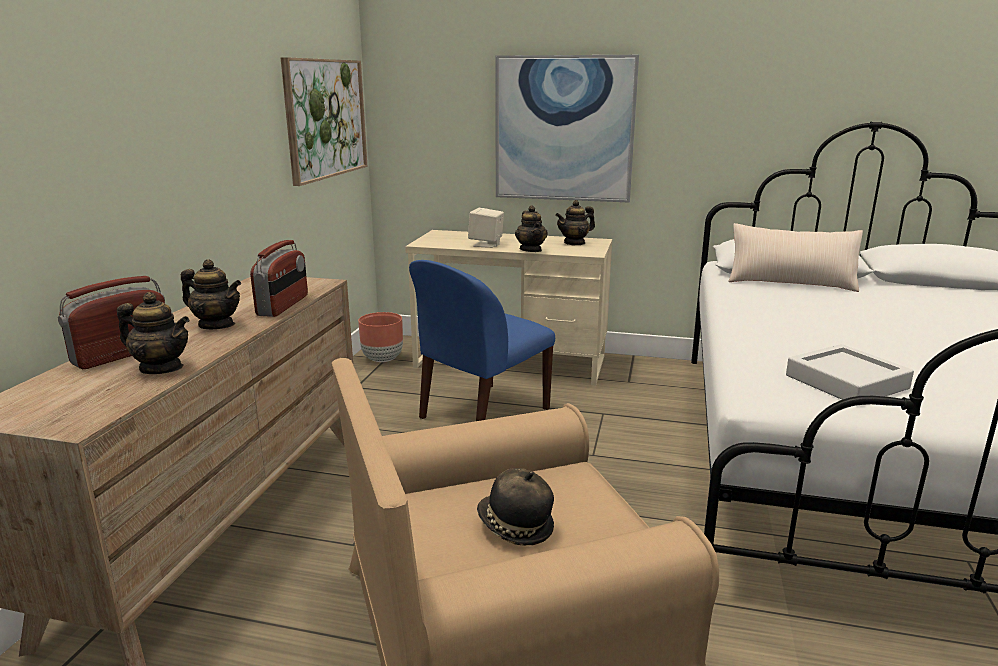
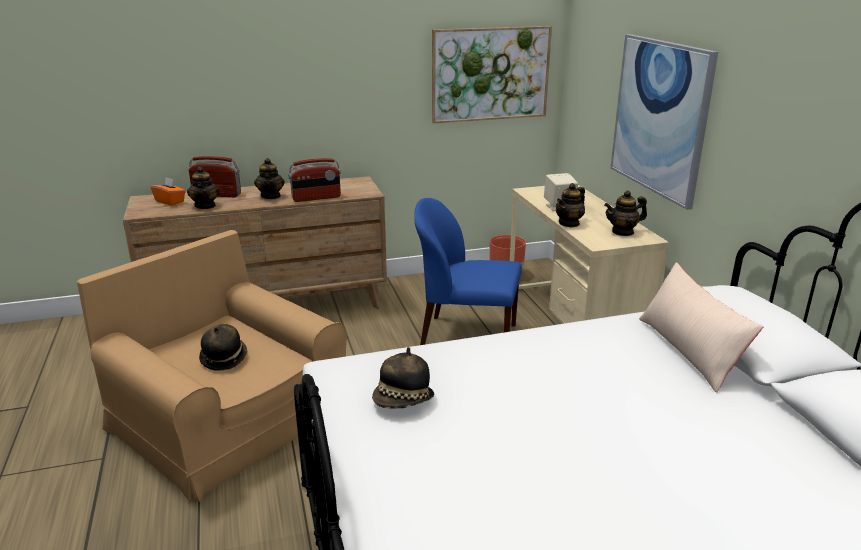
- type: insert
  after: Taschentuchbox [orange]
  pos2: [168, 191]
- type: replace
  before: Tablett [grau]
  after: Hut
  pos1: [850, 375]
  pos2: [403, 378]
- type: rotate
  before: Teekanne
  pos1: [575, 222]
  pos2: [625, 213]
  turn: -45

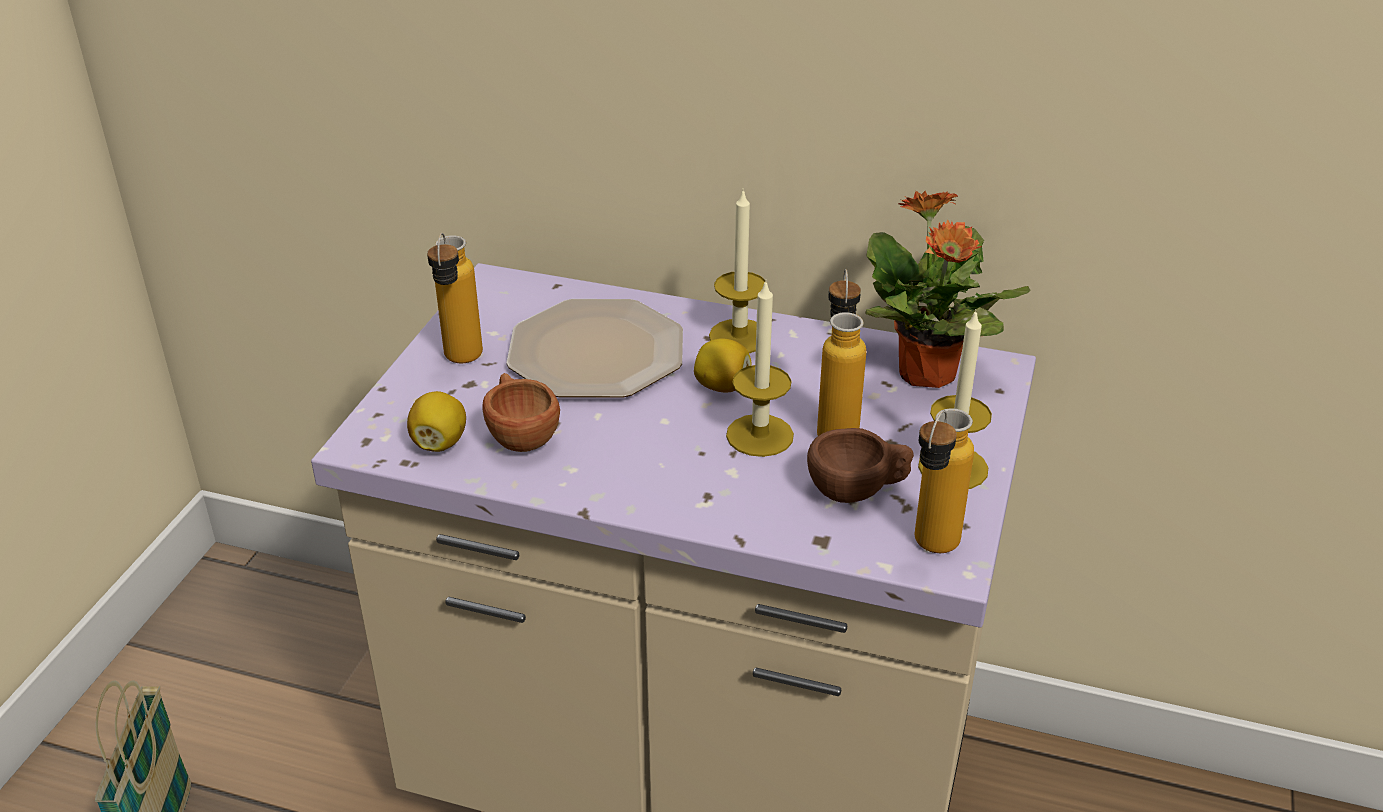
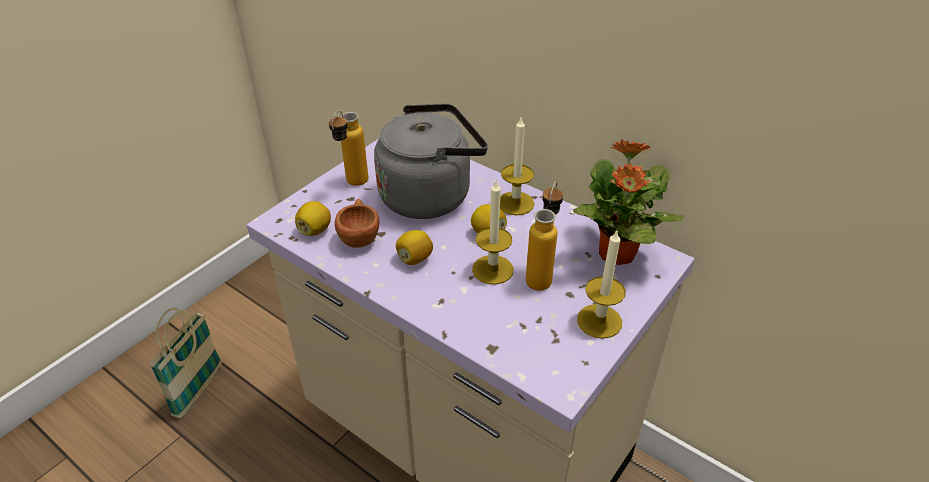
- type: delete
  before: Tasse [braun]
  pos1: [860, 465]
- type: delete
  before: Flasche
  pos1: [944, 480]
- type: insert
  after: Zitrone
  pos2: [414, 247]
- type: replace
  before: Teller
  after: Wasserkessel [grau]
  pos1: [594, 348]
  pos2: [431, 161]

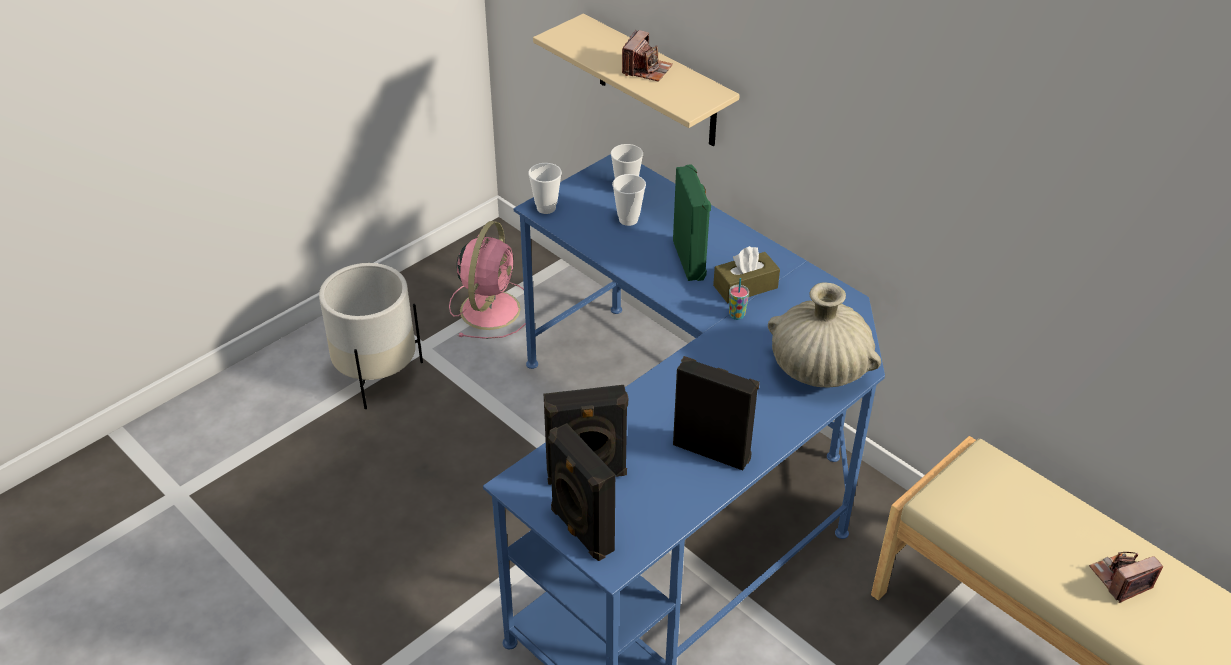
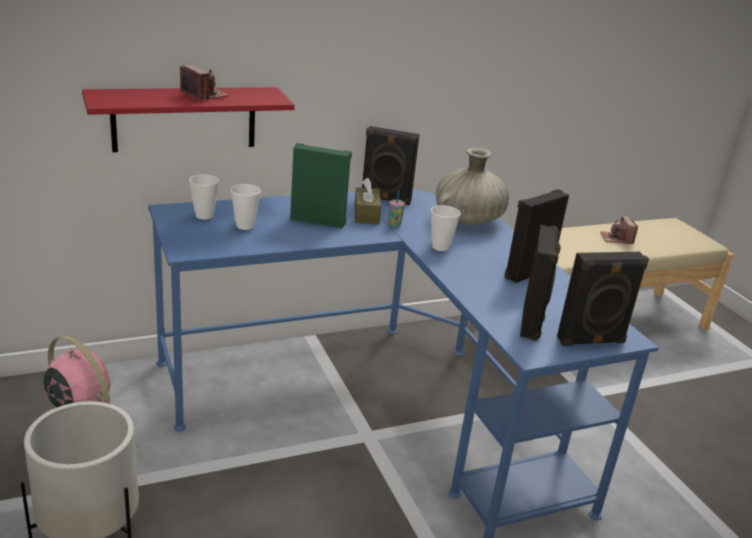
- type: insert
  after: Lautsprecher [schwarz]
  pos2: [391, 165]
- type: move
  before: Tasse
  pos1: [545, 188]
  pos2: [446, 228]
- type: recolor
  before: Wandregal [beige]
  after: Wandregal [rot]
  pos1: [636, 80]
  pos2: [188, 119]

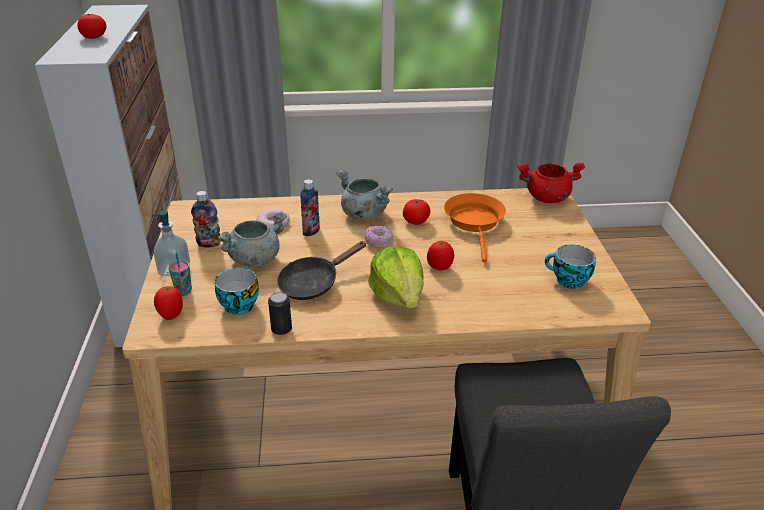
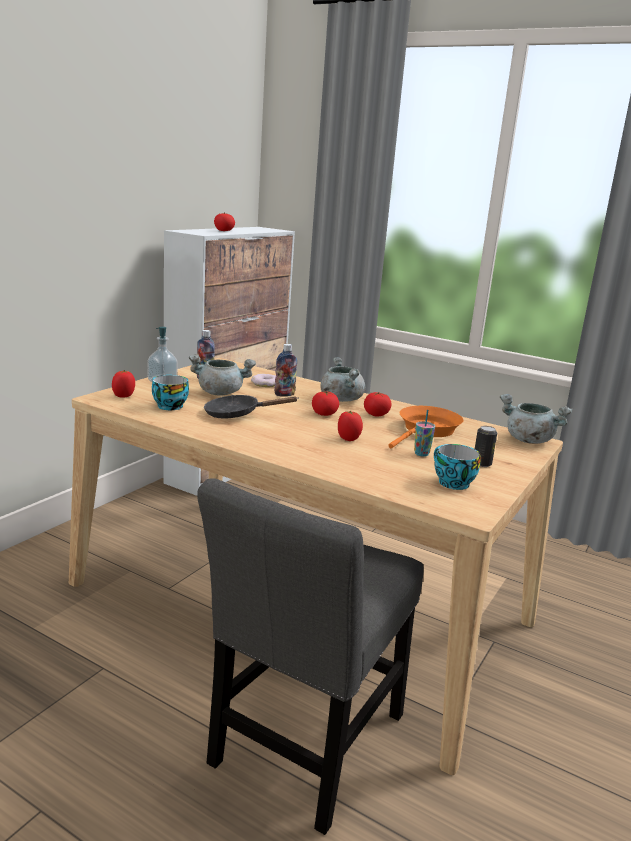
- type: delete
  before: Salatkopf
  pos1: [396, 277]
- type: move
  before: Tasse
  pos1: [180, 274]
  pos2: [424, 433]
- type: move
  before: Dose
  pos1: [280, 313]
  pos2: [486, 446]
- type: replace
  before: Donut
  after: Tomate
  pos1: [379, 237]
  pos2: [325, 403]
- type: recolor
  before: Kochtopf [rot]
  after: Kochtopf [grau]
  pos1: [551, 183]
  pos2: [536, 419]

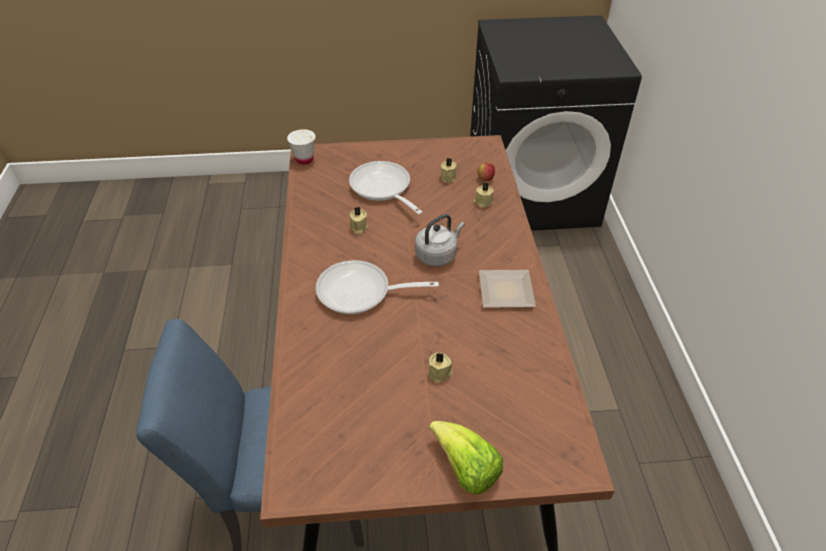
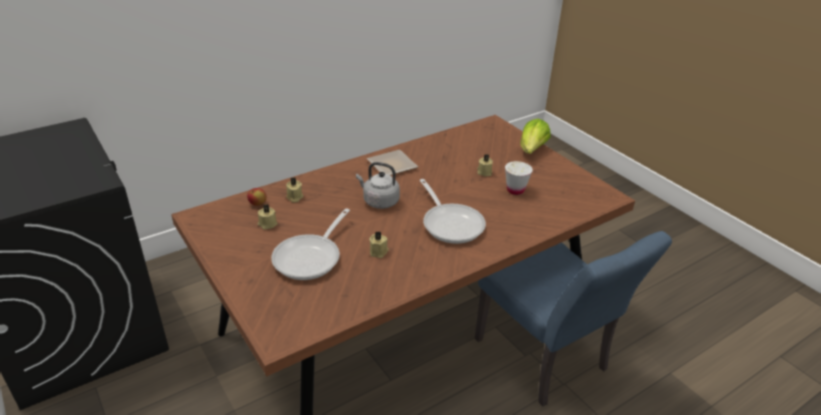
- type: move
  before: Tasse [weiß]
  pos1: [301, 146]
  pos2: [519, 178]

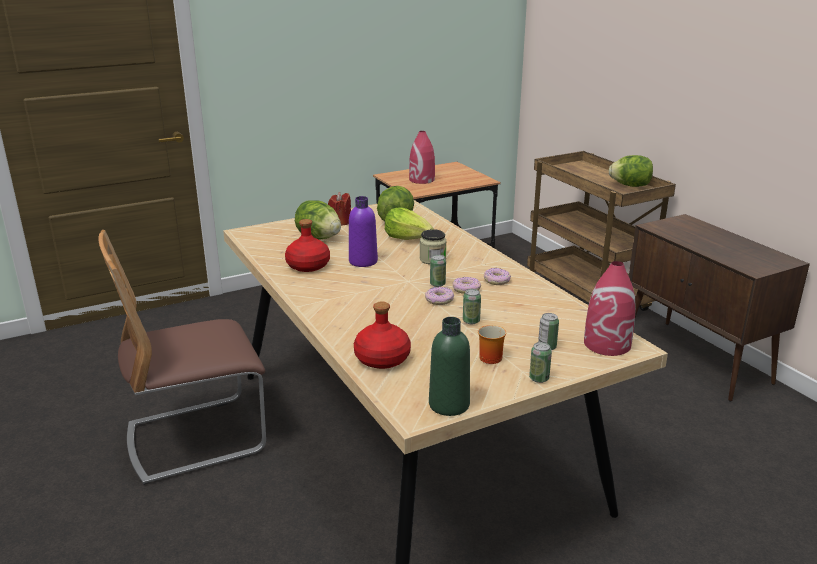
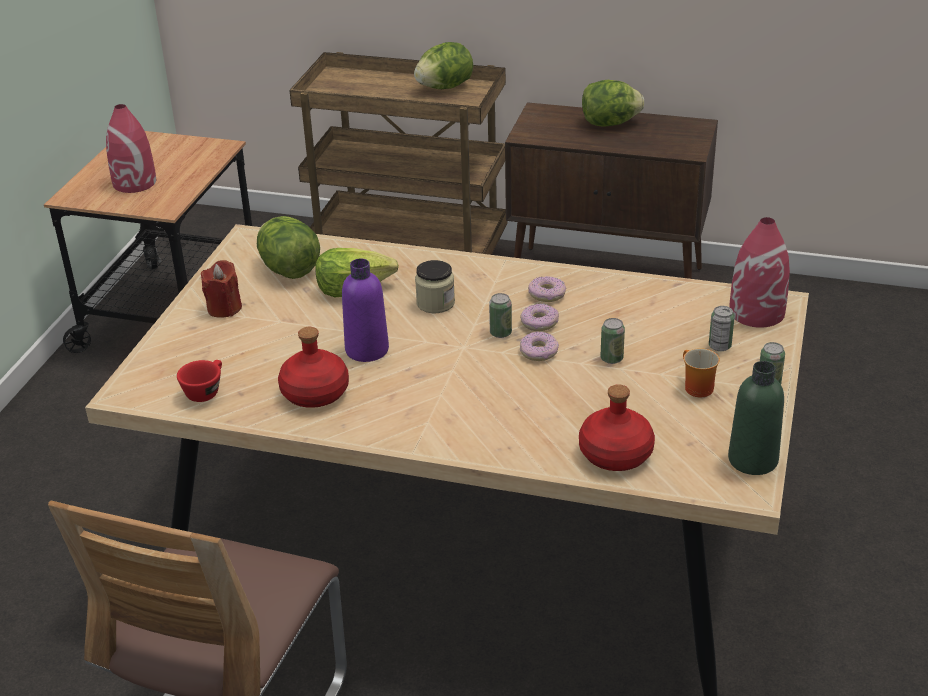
- type: insert
  after: Tasse [rot]
  pos2: [199, 381]
- type: move
  before: Salatkopf
  pos1: [318, 220]
  pos2: [613, 103]

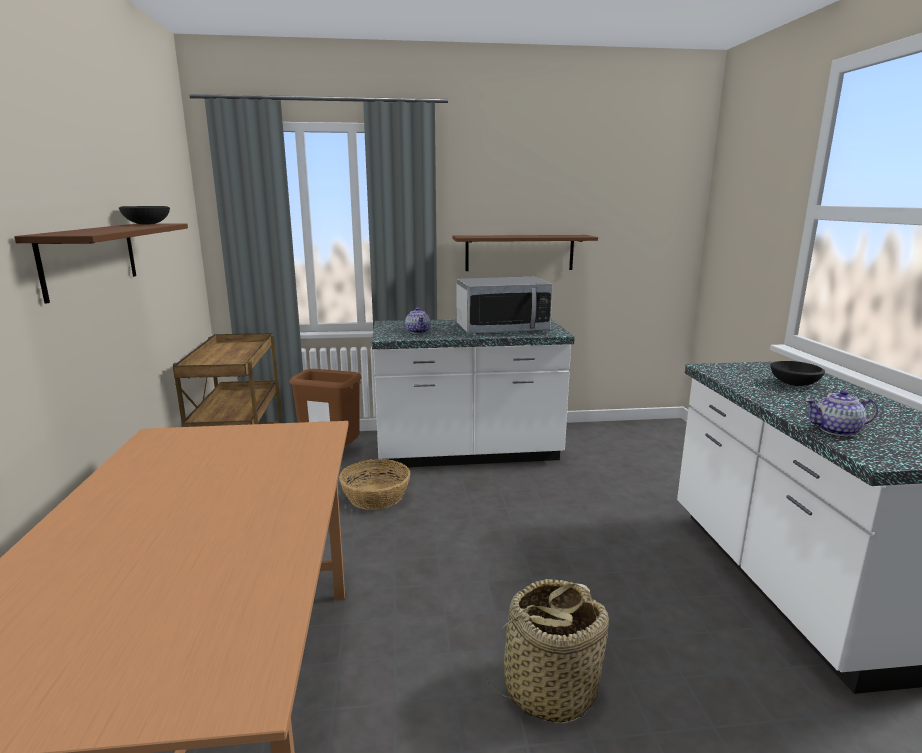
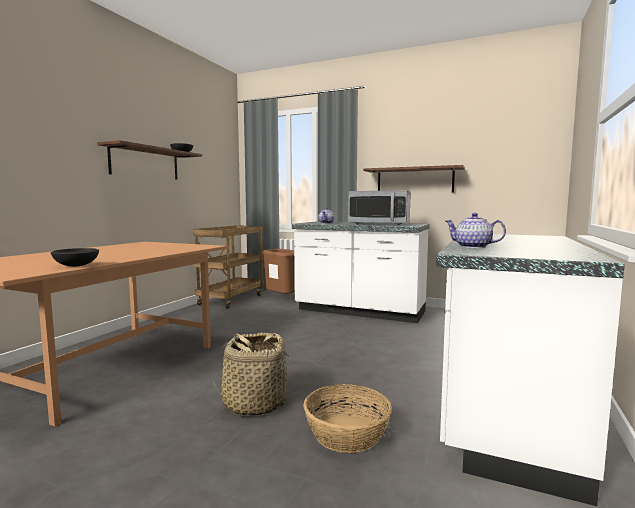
- type: move
  before: Korb
  pos1: [374, 484]
  pos2: [348, 418]
- type: move
  before: Schüssel [schwarz]
  pos1: [797, 373]
  pos2: [75, 257]

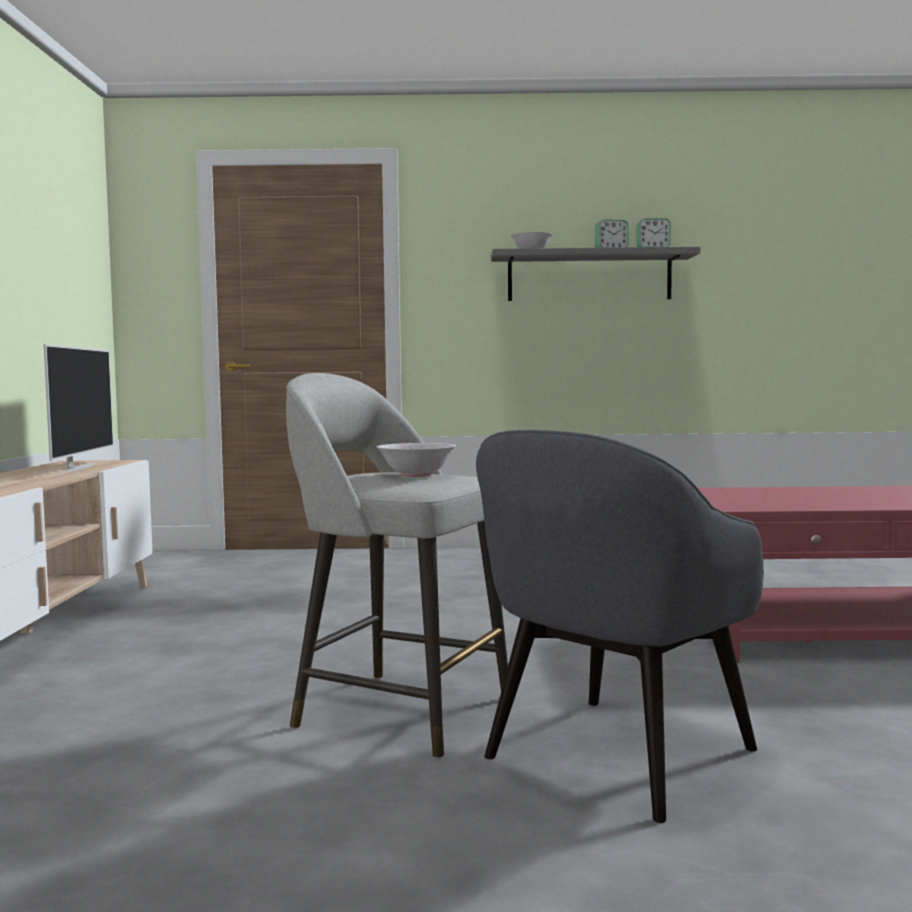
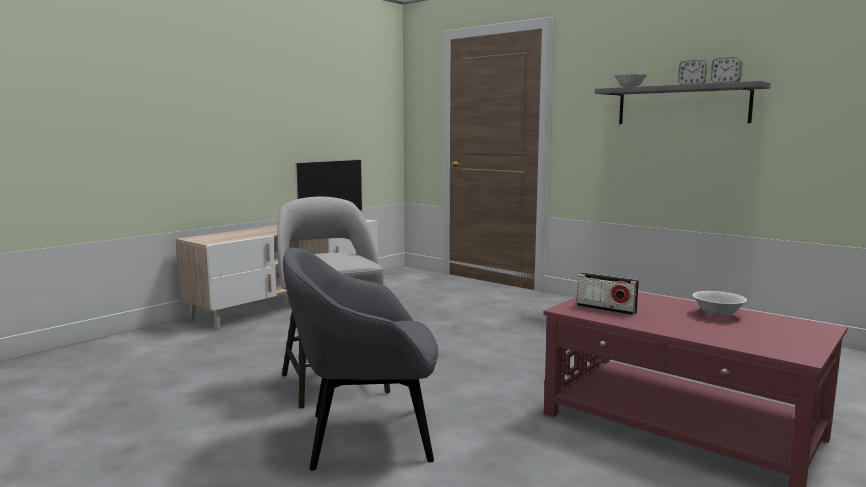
- type: insert
  after: Radio
  pos2: [608, 293]
- type: move
  before: Schüssel [weiß]
  pos1: [416, 460]
  pos2: [719, 304]

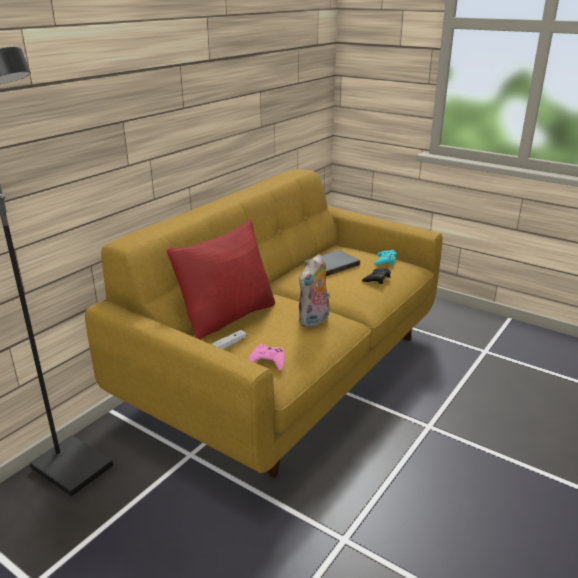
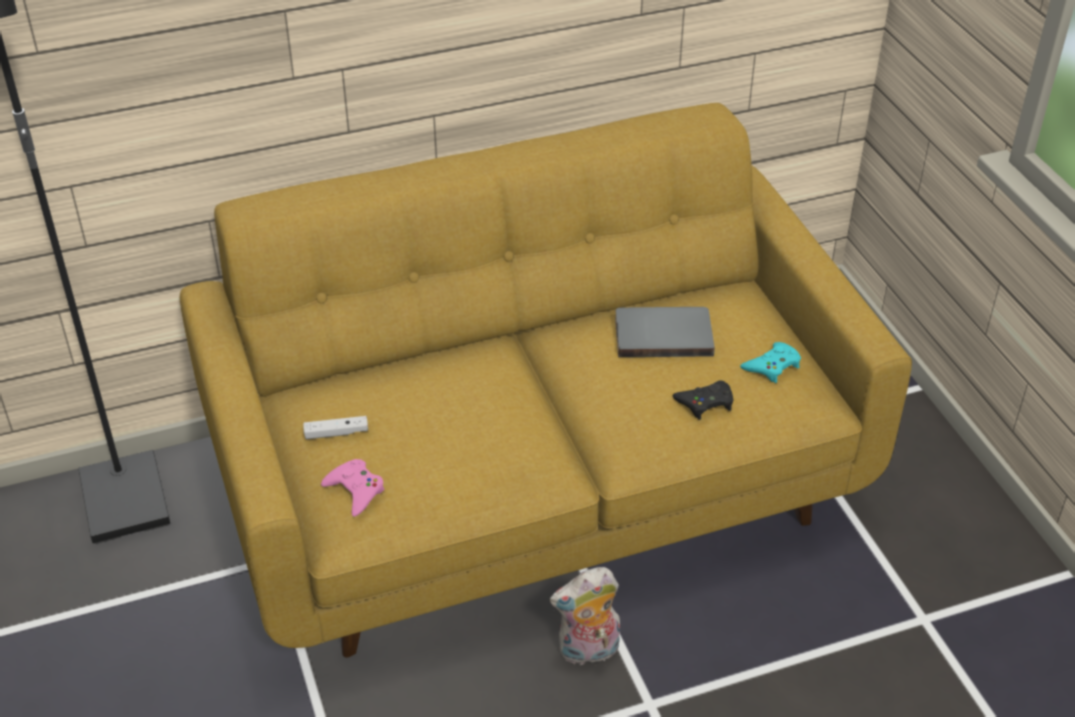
- type: delete
  before: Kissen [rot]
  pos1: [221, 279]
- type: move
  before: Plüschtier
  pos1: [314, 291]
  pos2: [585, 616]

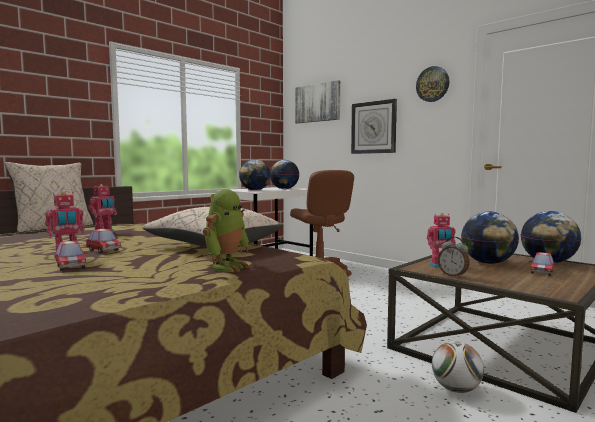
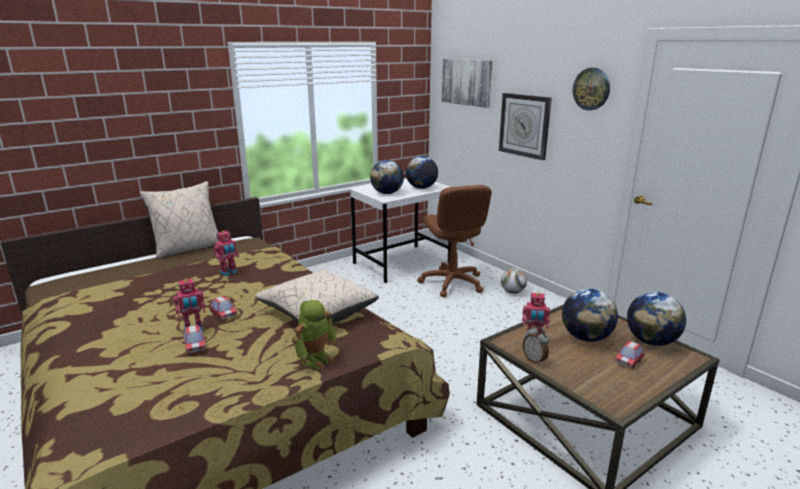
- type: move
  before: Fußball
  pos1: [458, 367]
  pos2: [514, 281]

